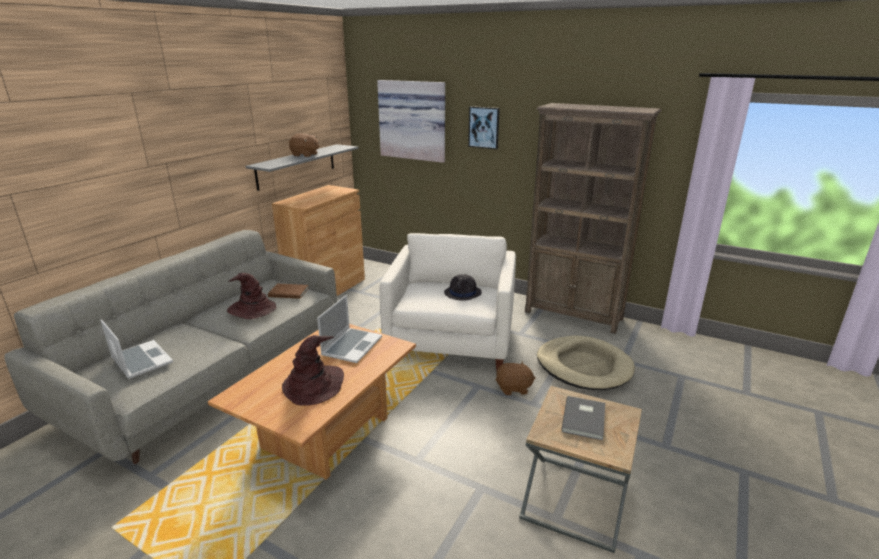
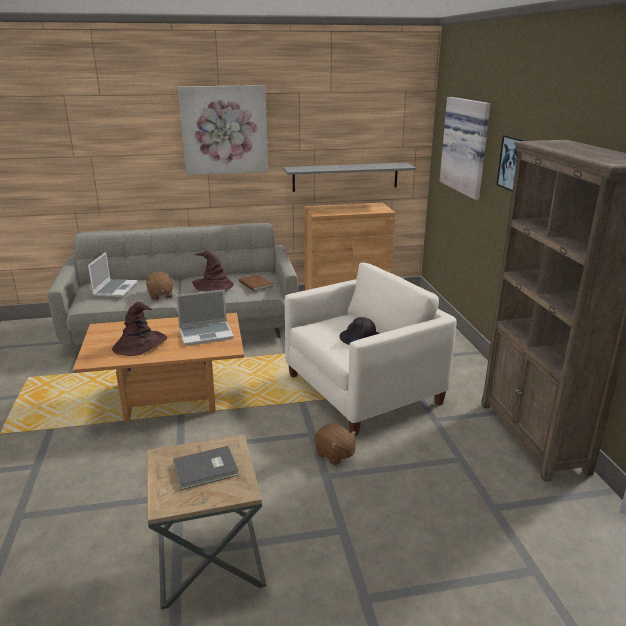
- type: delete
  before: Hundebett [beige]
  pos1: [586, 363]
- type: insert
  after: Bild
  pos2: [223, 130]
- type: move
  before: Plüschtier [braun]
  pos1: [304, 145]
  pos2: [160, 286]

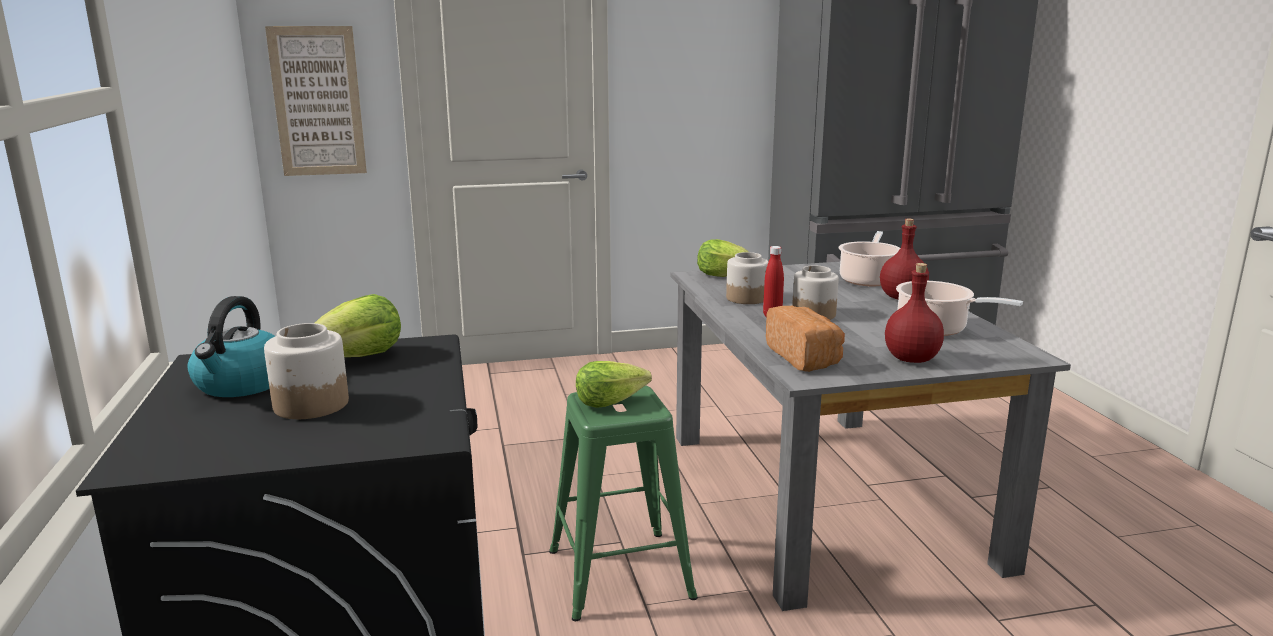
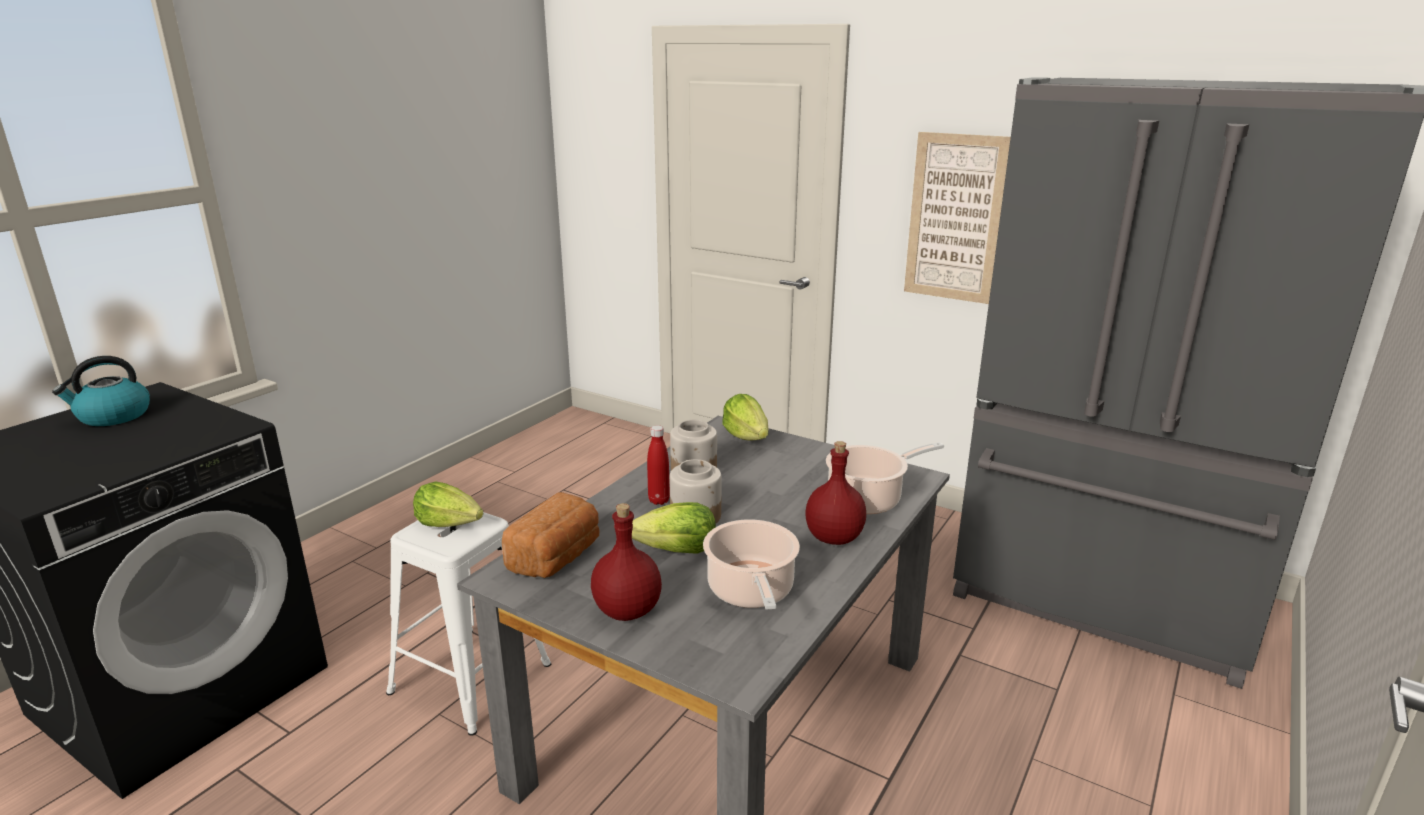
- type: delete
  before: Vorratsglas
  pos1: [306, 371]
- type: move
  before: Bild
  pos1: [316, 101]
  pos2: [957, 218]
- type: move
  before: Salatkopf
  pos1: [358, 325]
  pos2: [674, 528]
- type: recolor
  before: Hocker [grün]
  after: Hocker [weiß]
  pos1: [623, 503]
  pos2: [468, 624]

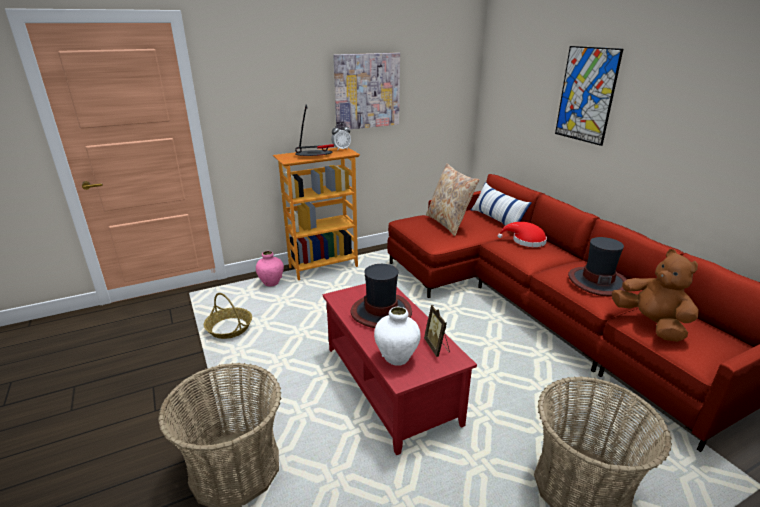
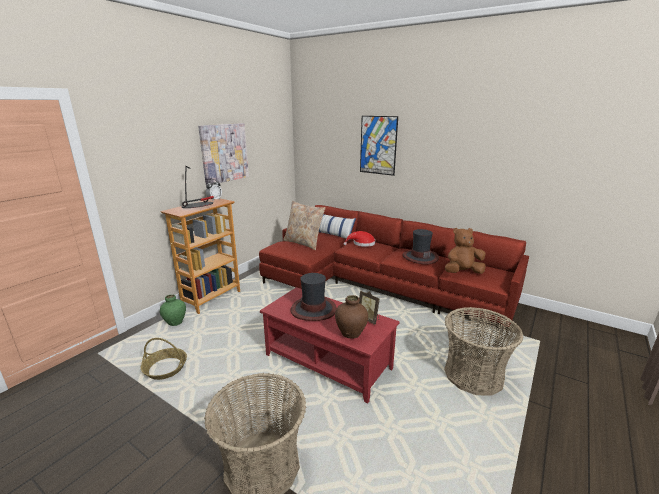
- type: recolor
  before: Vase [rosa]
  after: Vase [grün]
  pos1: [270, 269]
  pos2: [173, 310]
- type: recolor
  before: Vase [weiß]
  after: Vase [braun]
  pos1: [397, 336]
  pos2: [351, 317]
- type: rotate
  before: Plüschtier [braun]
  pos1: [655, 295]
  pos2: [465, 251]
  turn: -45

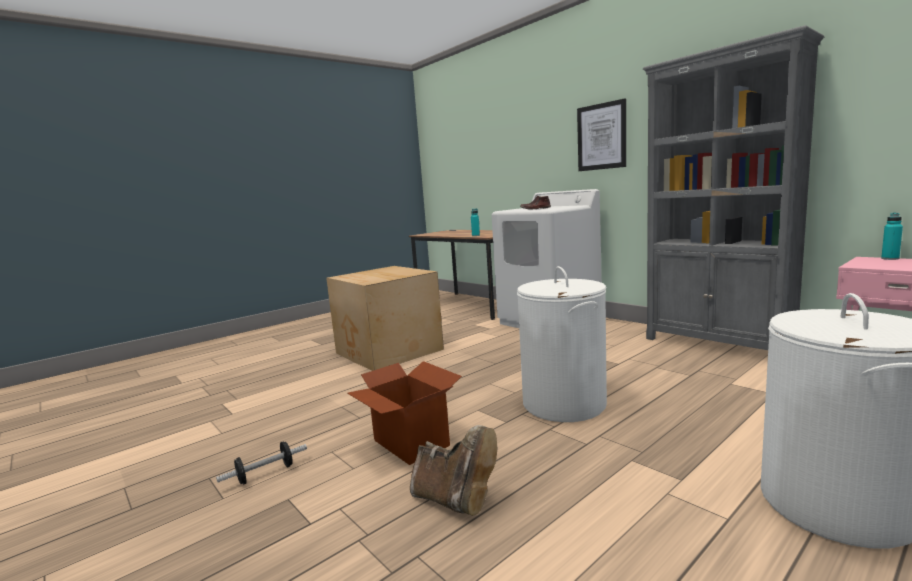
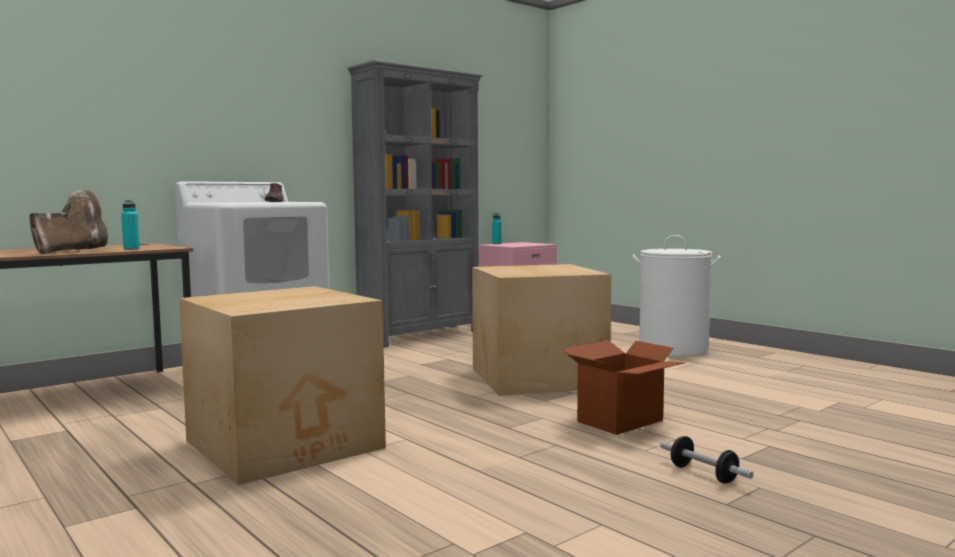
- type: delete
  before: Bild
  pos1: [601, 134]
- type: move
  before: Stiefel [braun]
  pos1: [453, 470]
  pos2: [68, 222]
- type: replace
  before: Wäschekorb [weiß]
  after: Karton
  pos1: [562, 344]
  pos2: [541, 330]

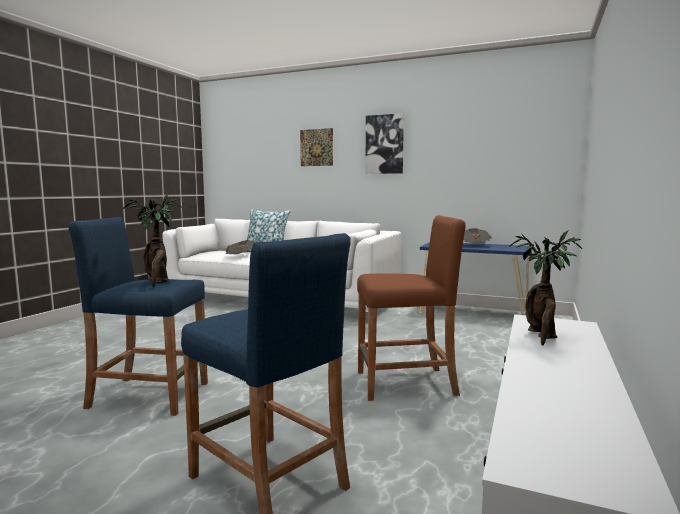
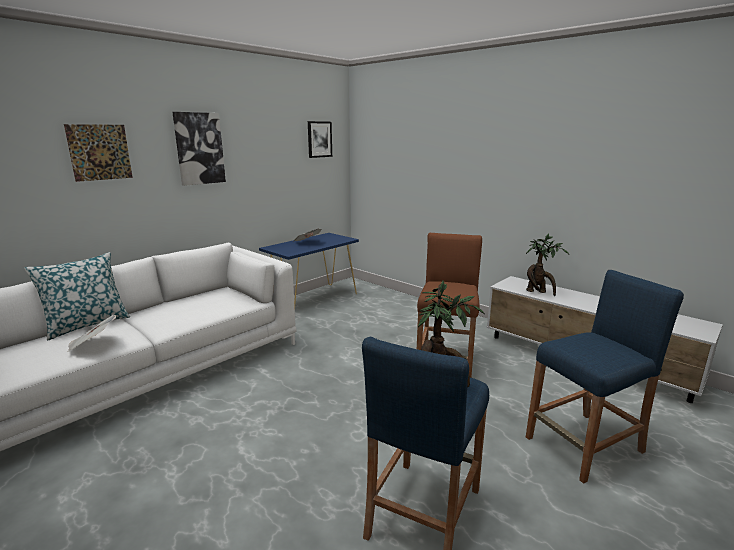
- type: insert
  after: Bild
  pos2: [320, 139]

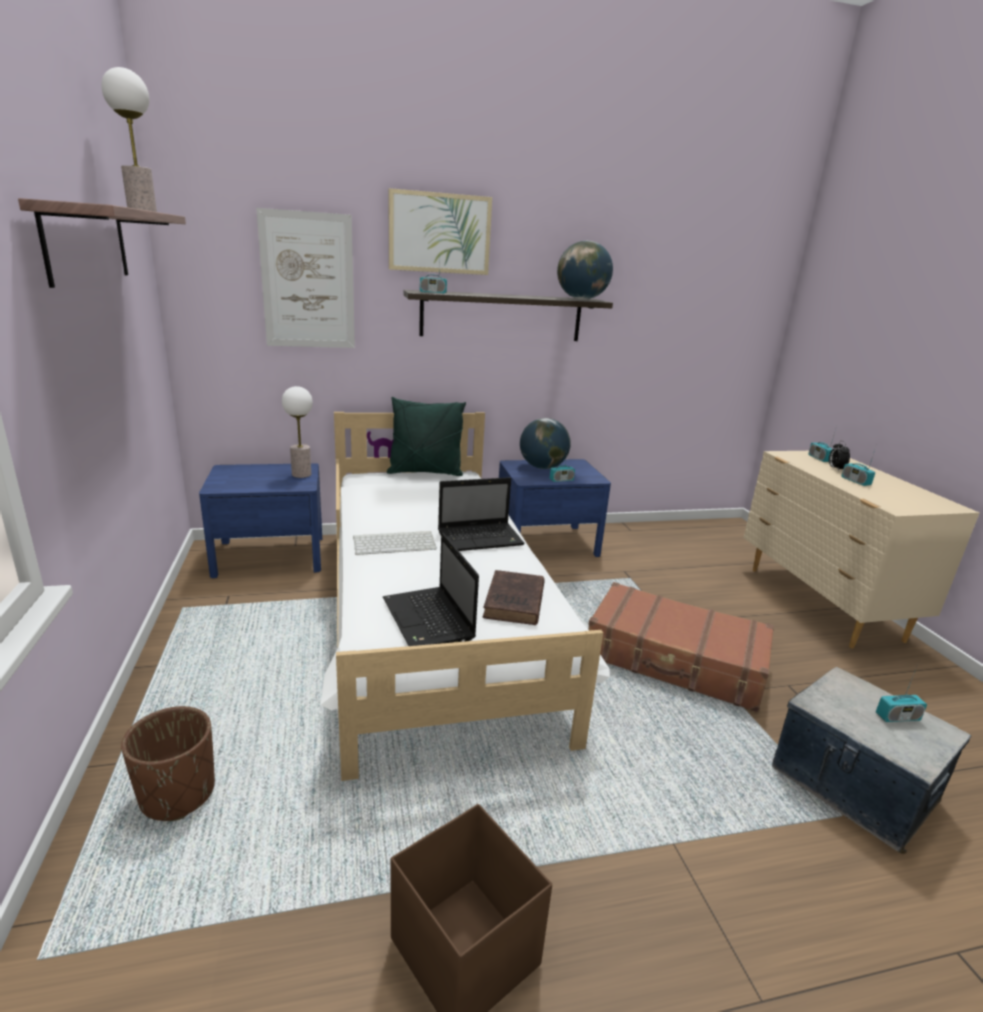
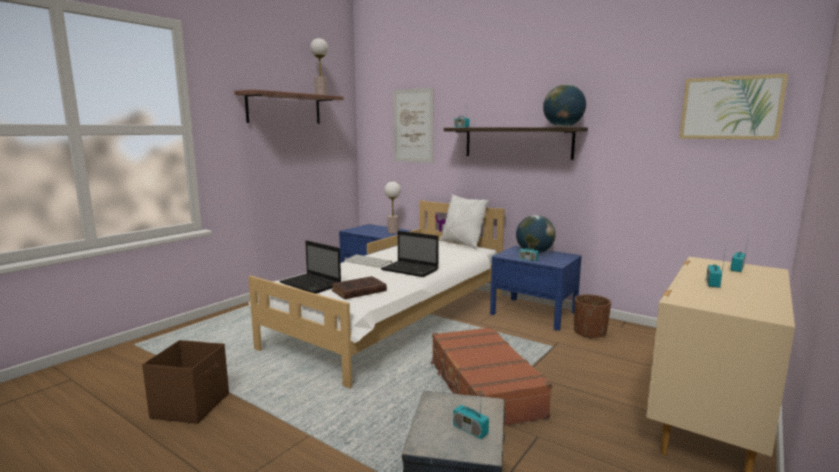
- type: delete
  before: Wecker
  pos1: [839, 456]
- type: move
  before: Pflanzkübel [braun]
  pos1: [168, 763]
  pos2: [592, 316]
- type: move
  before: Bild
  pos1: [440, 231]
  pos2: [733, 106]
- type: recolor
  before: Kissen [grün]
  after: Kissen [weiß]
  pos1: [426, 436]
  pos2: [464, 221]
- type: rotate
  before: Laptop
  pos1: [431, 589]
  pos2: [310, 267]
  turn: -75

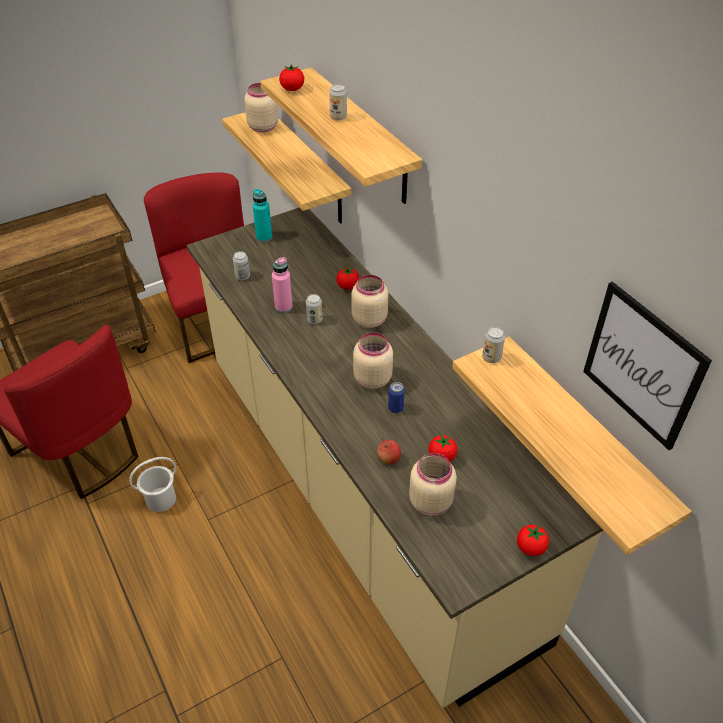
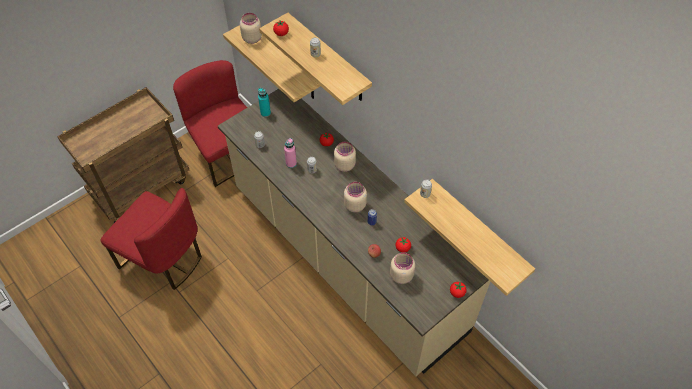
- type: delete
  before: Eimer [weiß]
  pos1: [152, 484]
- type: delete
  before: Bild
  pos1: [647, 365]

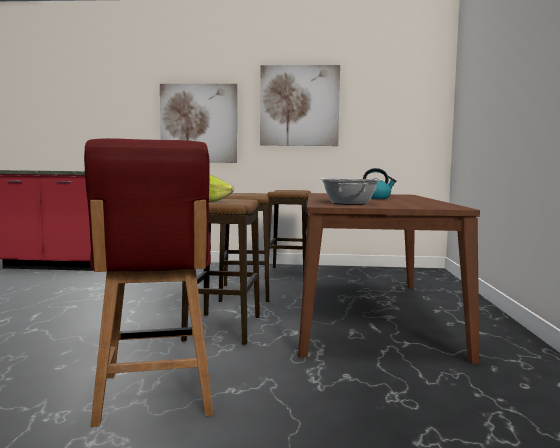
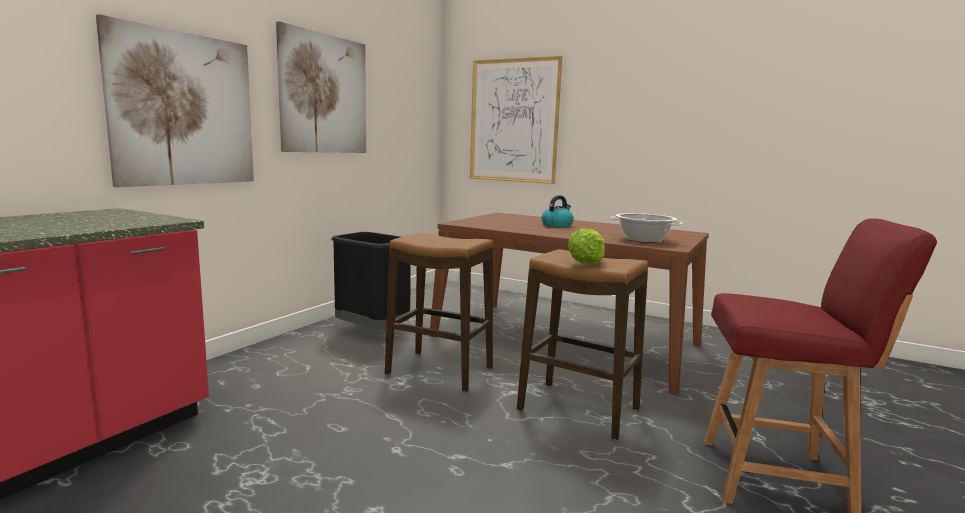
- type: insert
  after: Bild
  pos2: [516, 120]
- type: replace
  before: Hocker
  after: Mülleimer [schwarz]
  pos1: [289, 234]
  pos2: [371, 280]

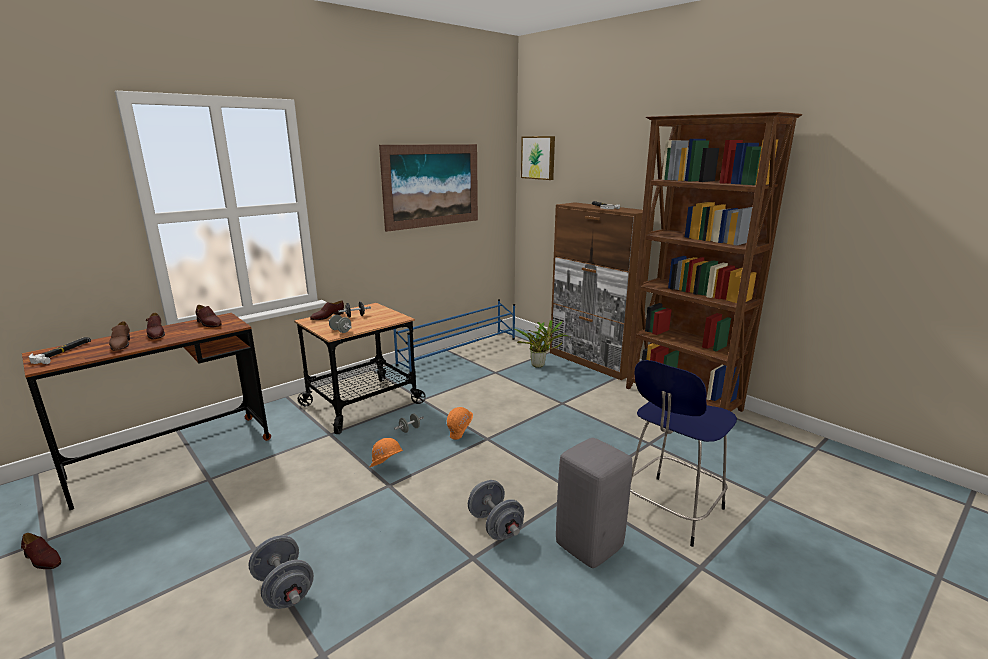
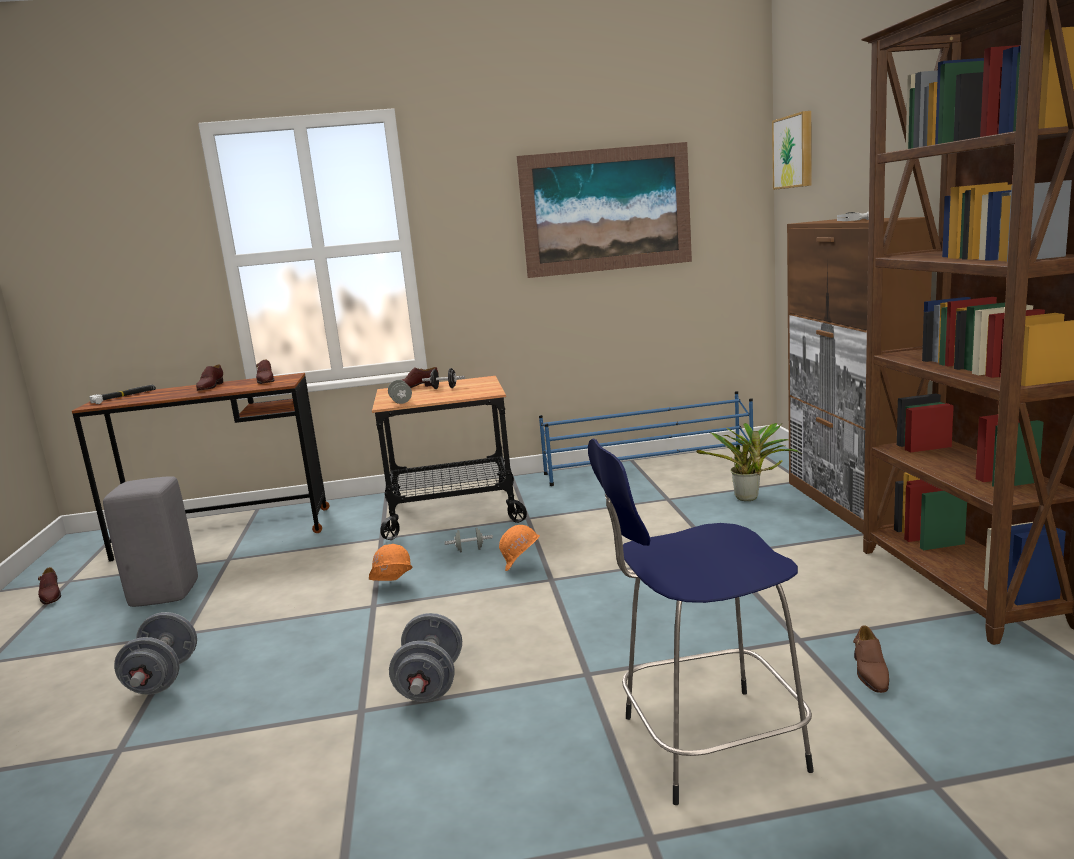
- type: move
  before: Schuh [braun]
  pos1: [119, 336]
  pos2: [871, 659]
- type: move
  before: Hocker [grau]
  pos1: [594, 503]
  pos2: [150, 541]

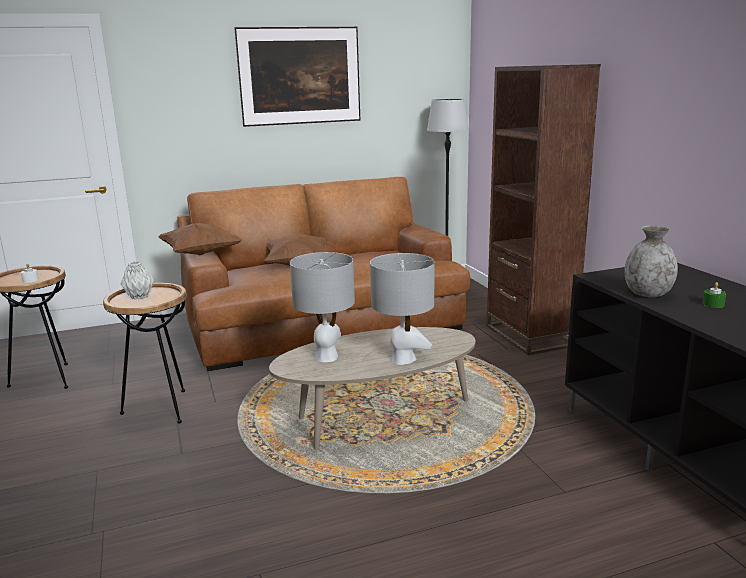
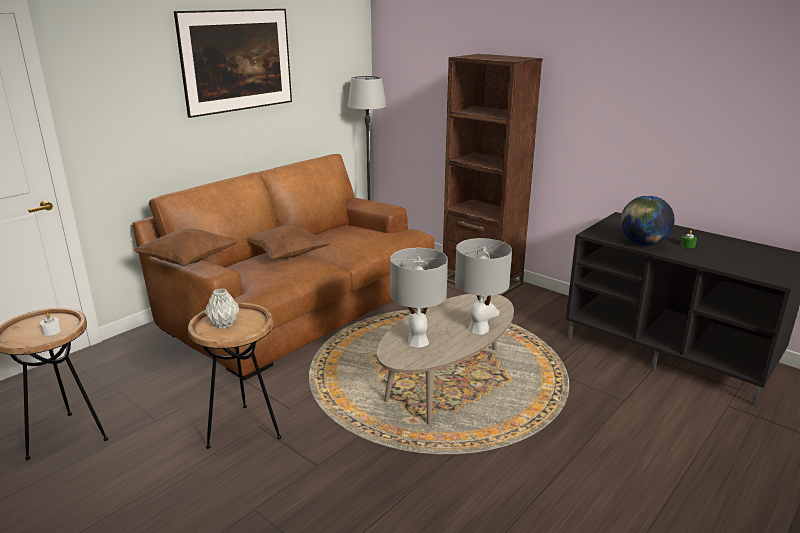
- type: replace
  before: Vase [grau]
  after: Globus
  pos1: [651, 261]
  pos2: [647, 220]

